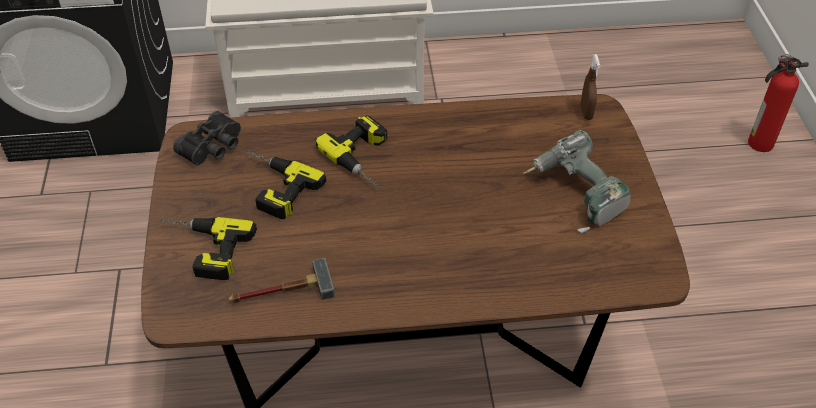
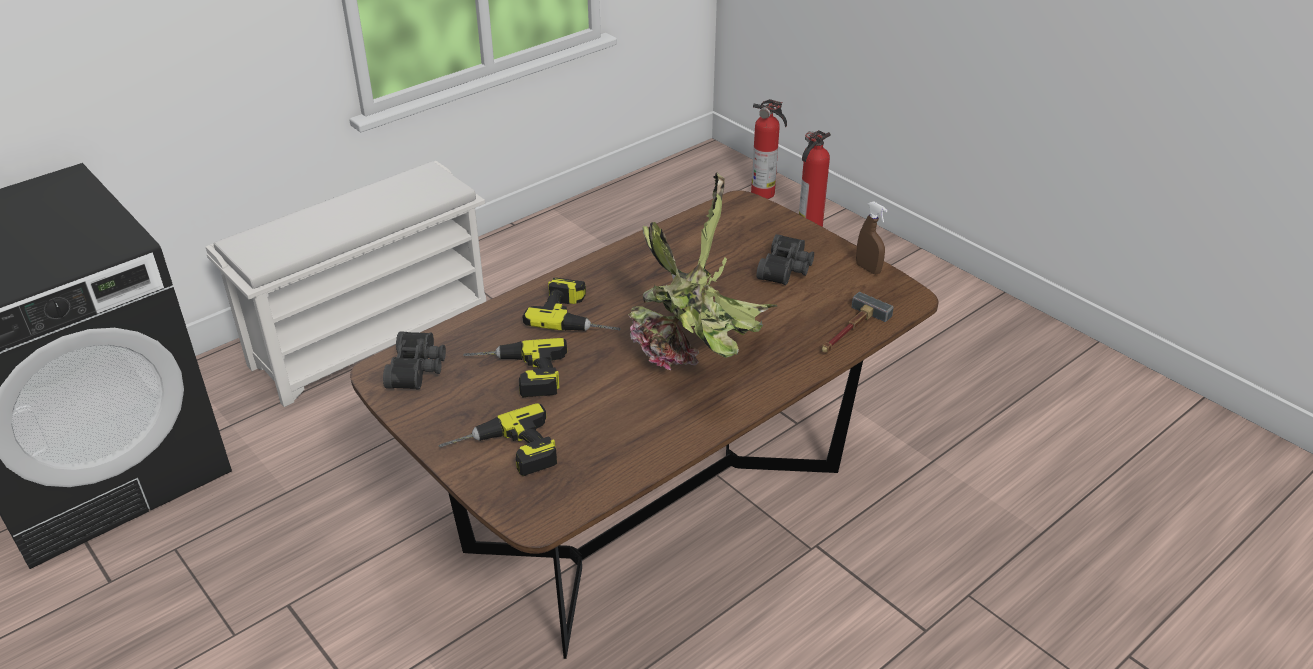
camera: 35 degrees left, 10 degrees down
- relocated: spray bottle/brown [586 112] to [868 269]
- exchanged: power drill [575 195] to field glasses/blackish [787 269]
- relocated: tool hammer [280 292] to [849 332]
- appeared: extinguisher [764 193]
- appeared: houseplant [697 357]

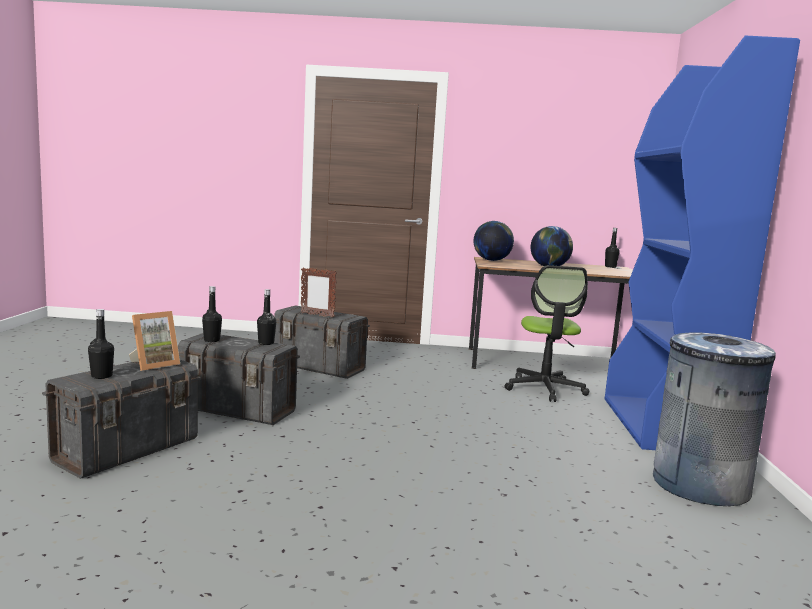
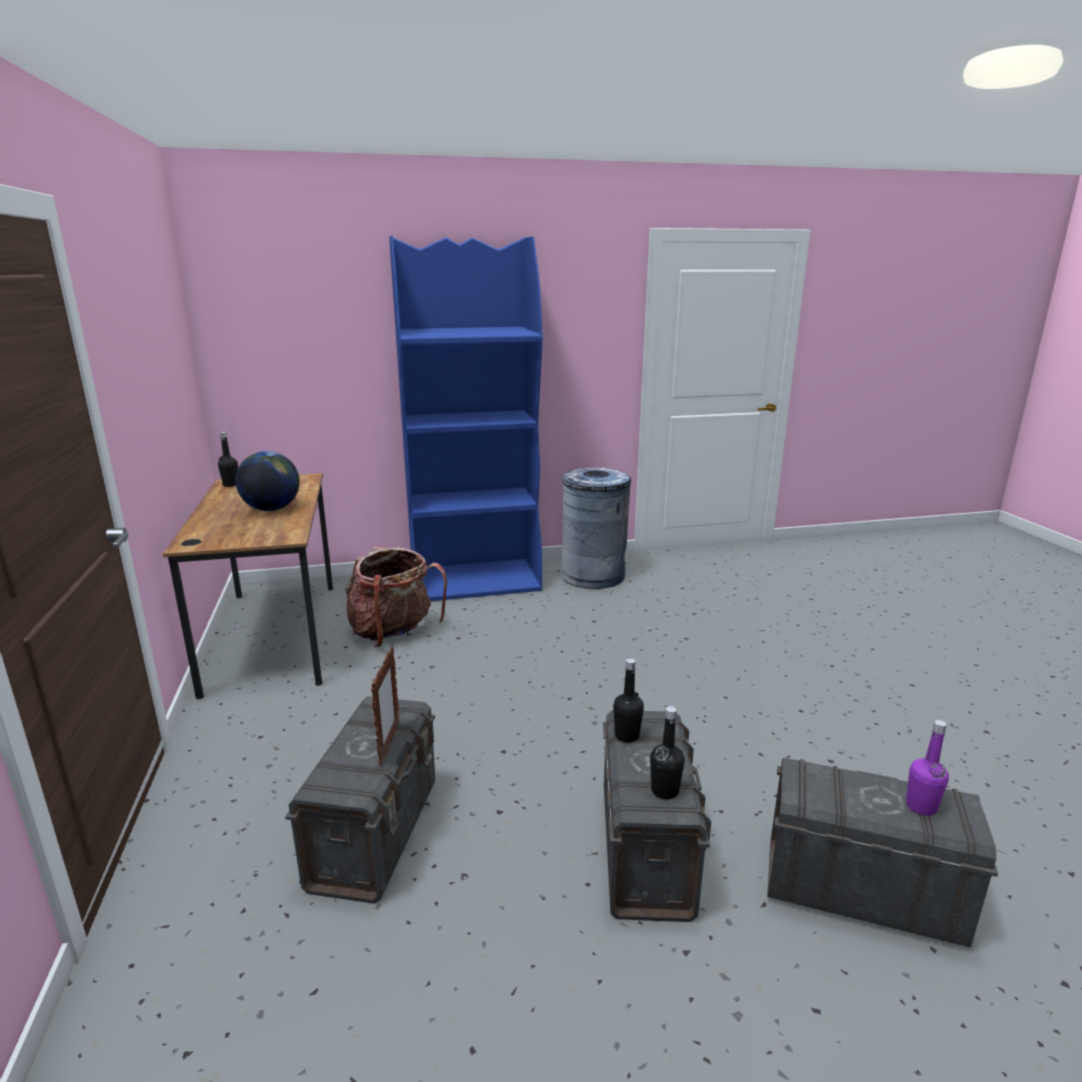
camera: 105 degrees left, 10 degrees up
- missing: globe [491 260]
- exchanged: desk chair [545 389] to rucksack [394 632]
- colour: drink bottle/blackish [101 376] to drink bottle/purple [921 806]
- missing: picture frame [154 364]

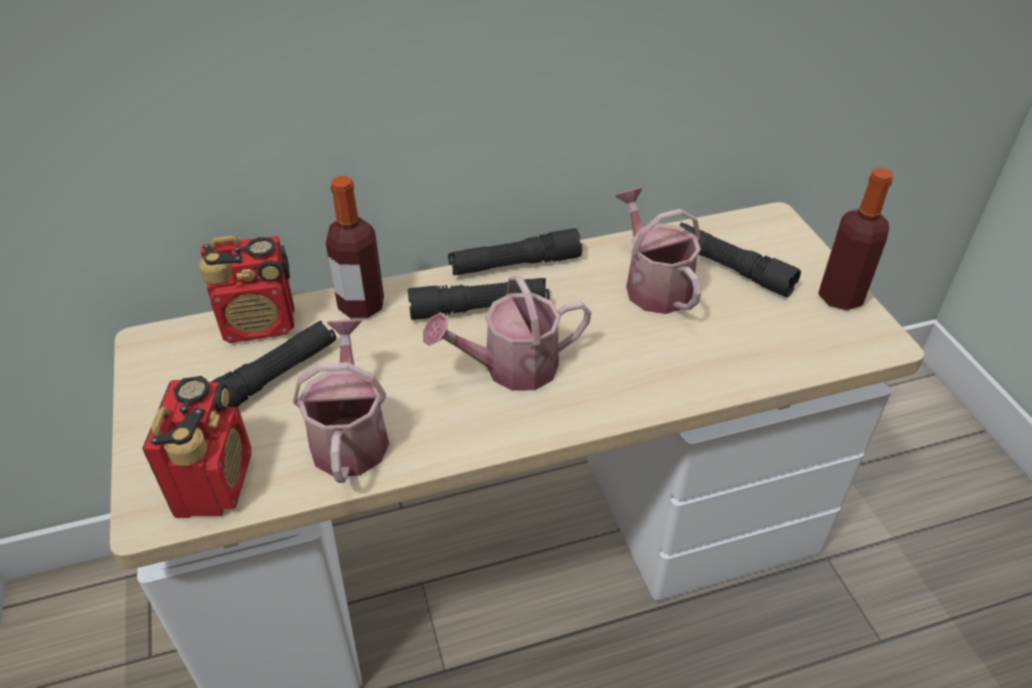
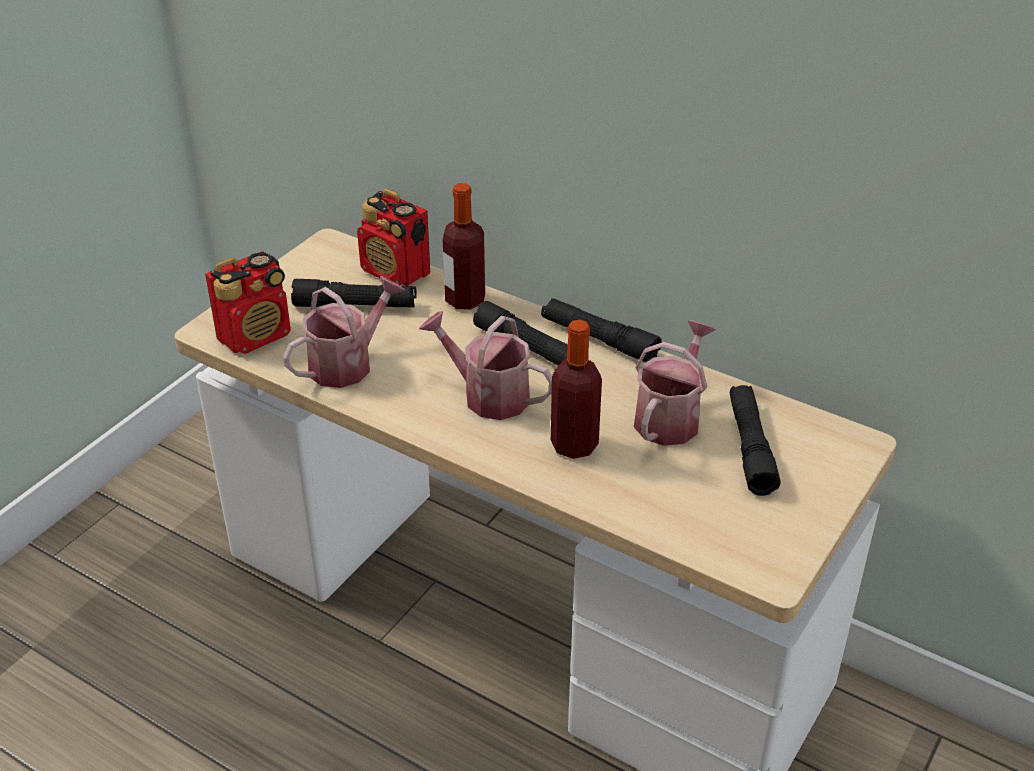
camera: 50 degrees right, 5 degrees down
- relocated: drink bottle [840 297] to [574 445]

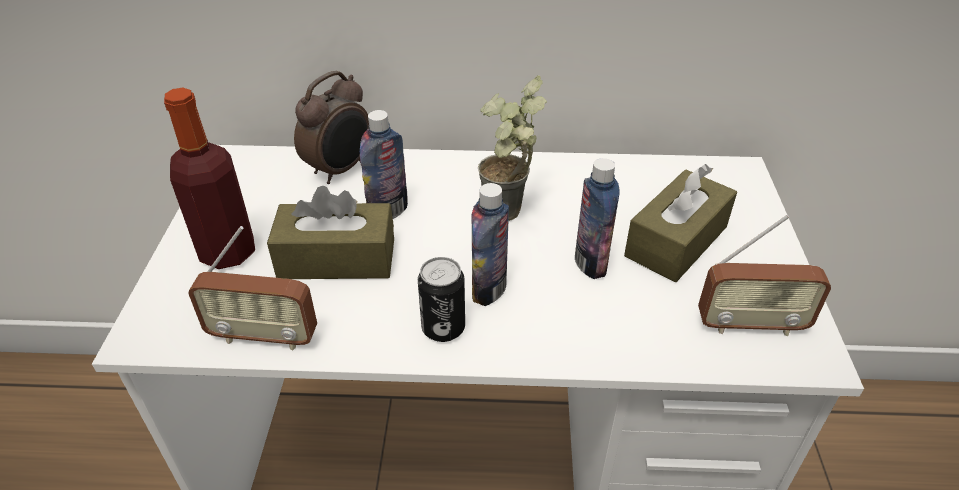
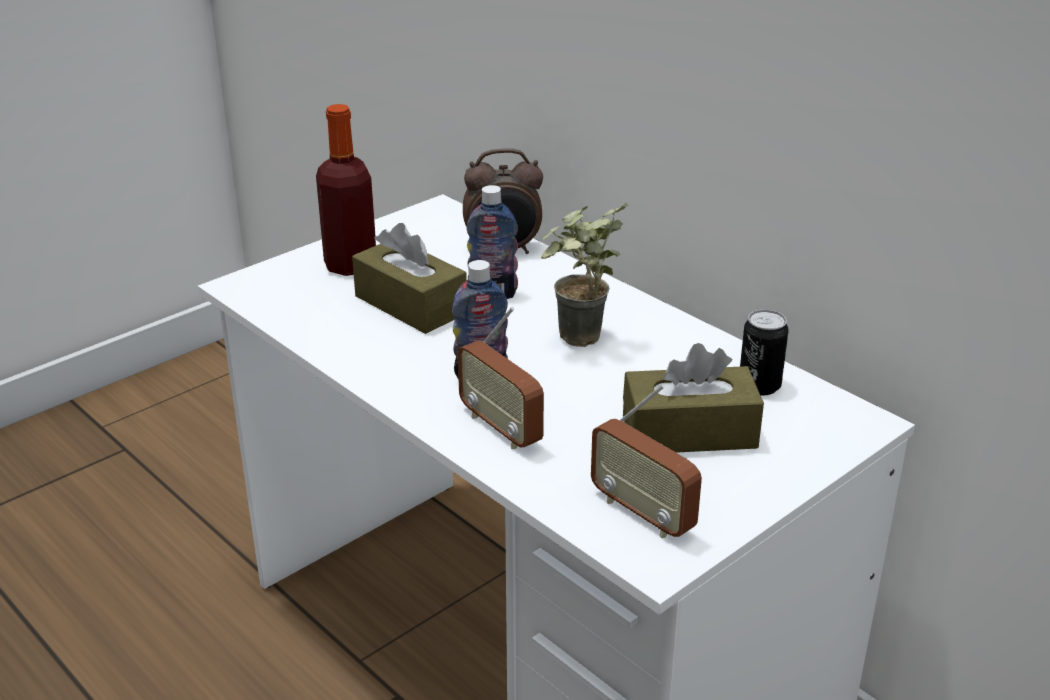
camera: 45 degrees right, 10 degrees down
- missing: drink bottle [590 263]
- relocated: radio set [264 336] to [501 428]
- relocated: can [443 328] to [759 385]

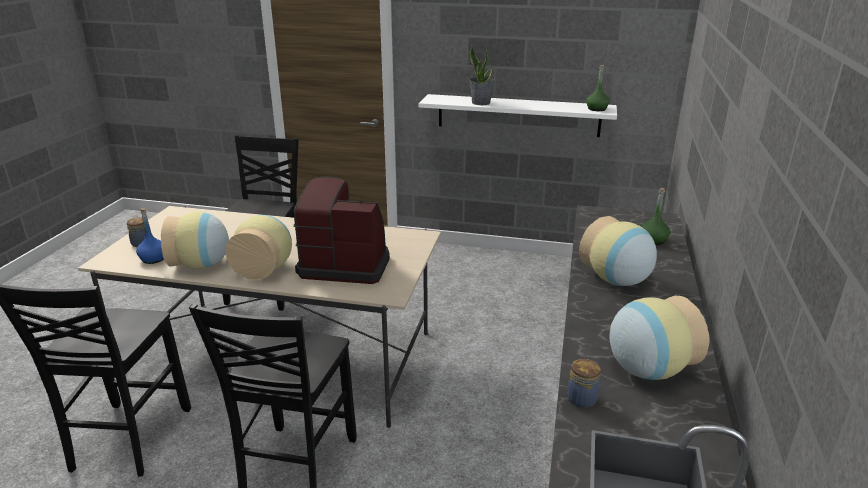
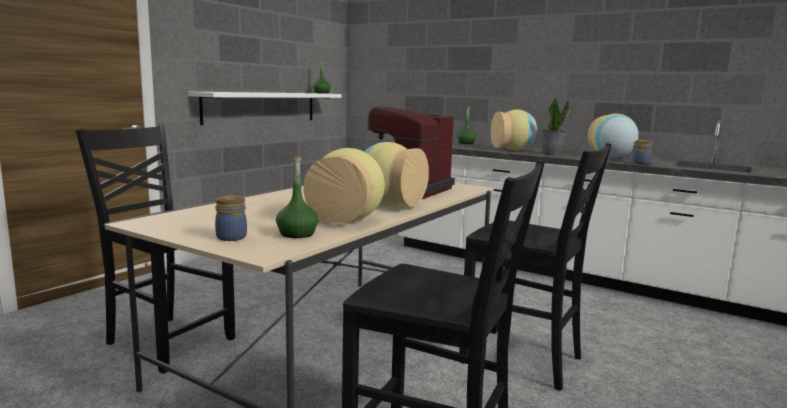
camera: 70 degrees left, 15 degrees down
- relocated: houseplant [481 103] to [551 154]
- colour: drink bottle/blue-coloured [154 259] to drink bottle/green [297 234]

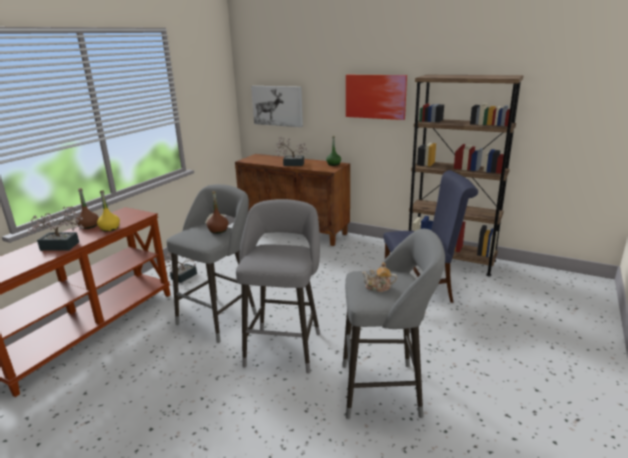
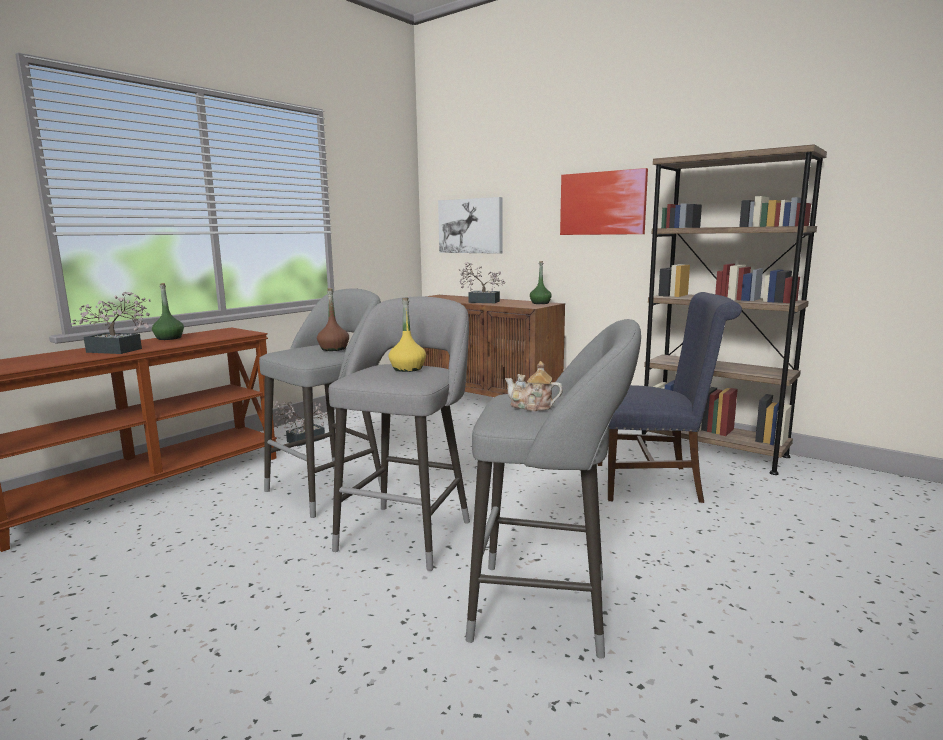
camera: 10 degrees right, 10 degrees down
- colour: drink bottle/brown [89 226] to drink bottle/green [169 338]
- relocated: drink bottle/yellow-coloured [110 228] to [407 368]

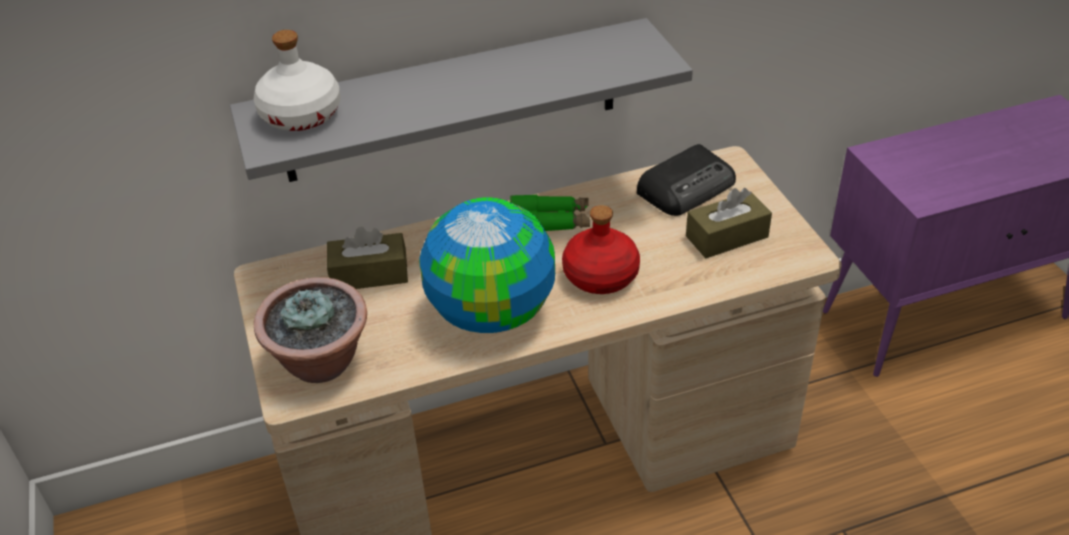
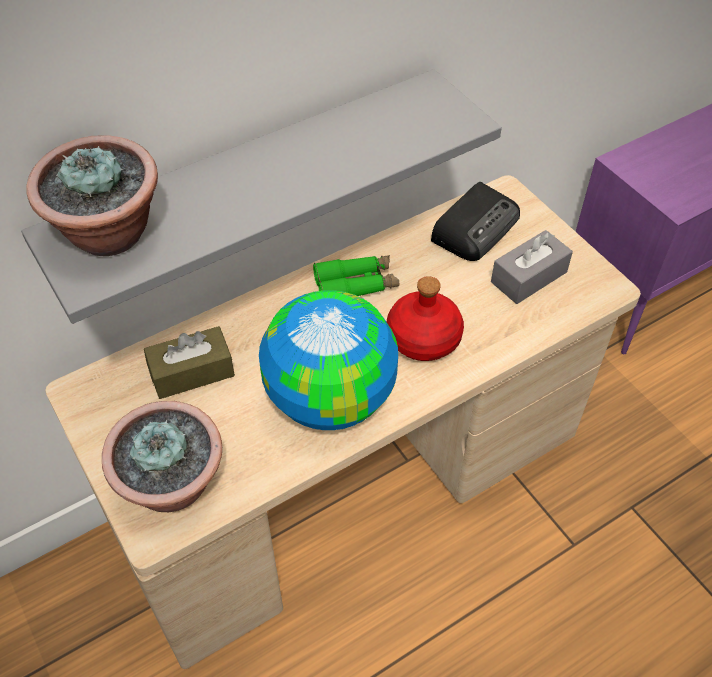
camera: 15 degrees left, 10 degrees up
- exchanged: drink bottle/white [302 115] to houseplant [109 235]
- colour: tissue box/brown [727 237] to tissue box/greyish [529 277]

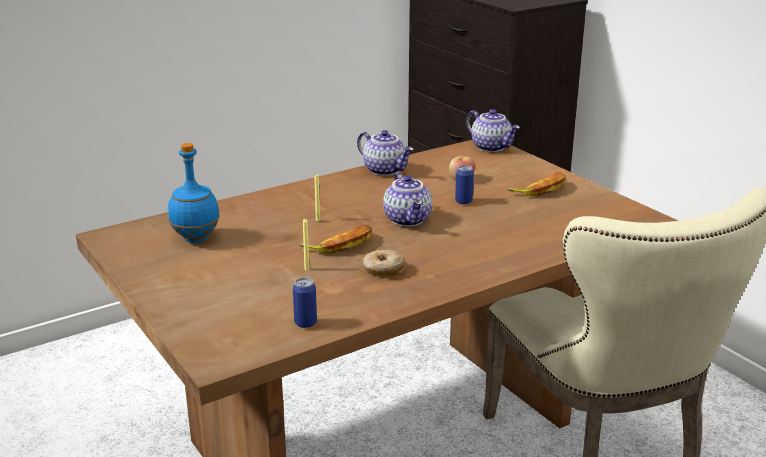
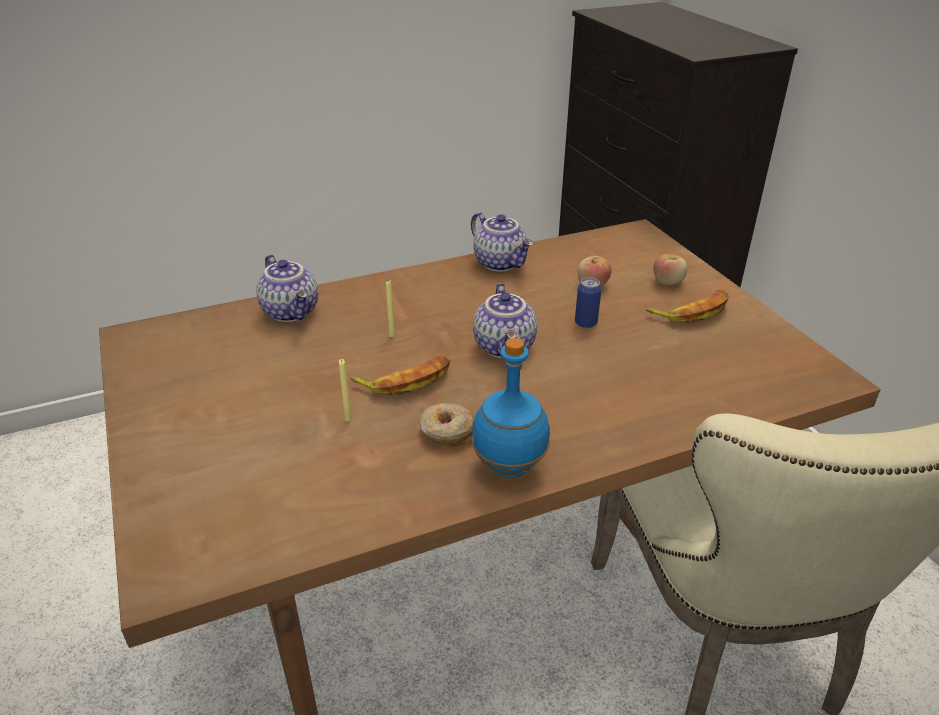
camera: 10 degrees right, 10 degrees up
- relocated: pot for tea [492 147] to [292 311]
- relocated: drink bottle/blue-coloured [195 239] to [509 468]
- missing: can [305 323]
- appeared: apple fruit [668 282]

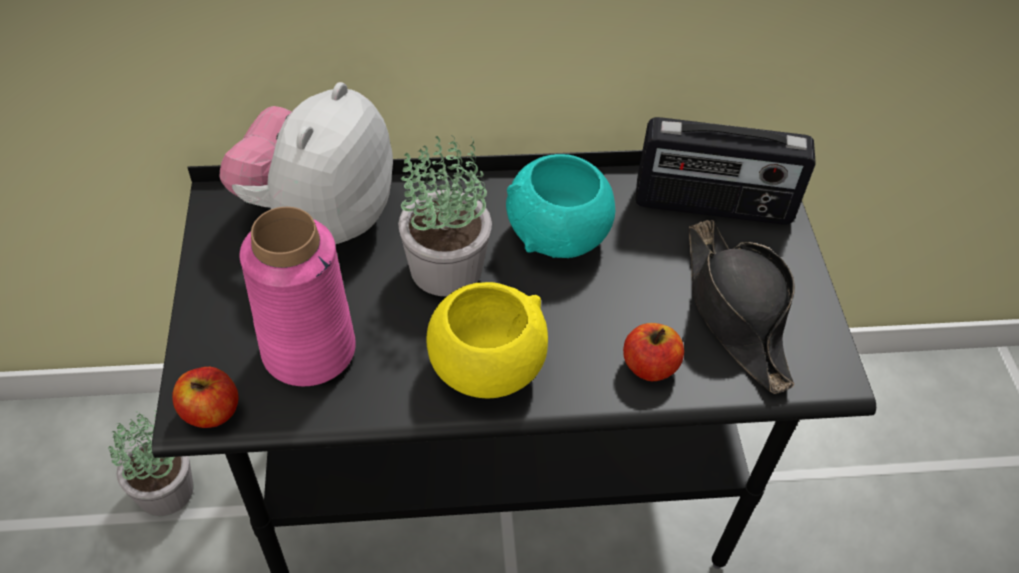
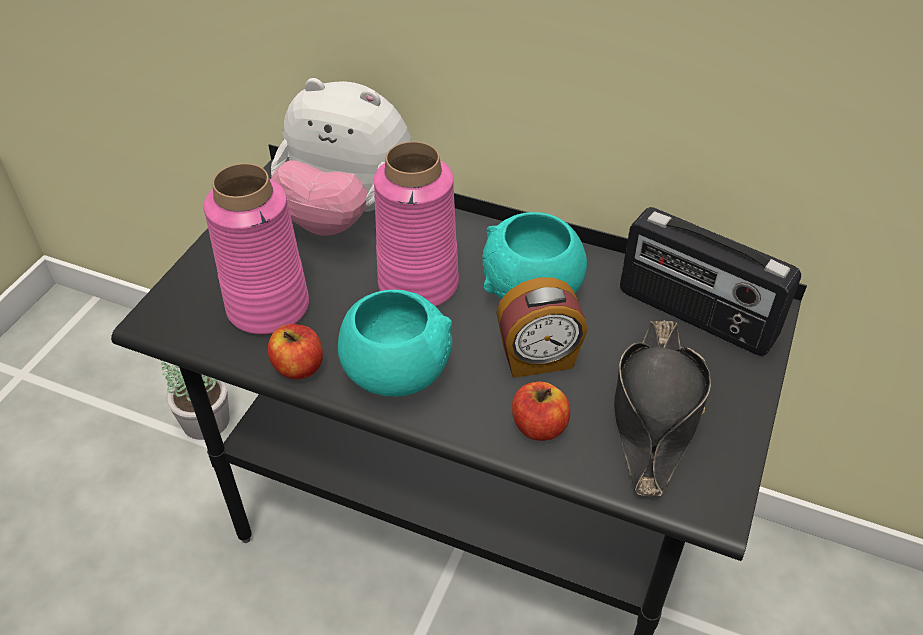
camera: 30 degrees right, 5 degrees down
- spun: soft toy [319 217] = [345 213] 120 degrees counterclockwise
- exchanged: houseplant [446 266] to flower vase/pink-coloured [418 283]
- colour: serving bowl/yellow-coloured [485 367] to serving bowl/blue-green [395 372]
- relocated: apple fruit [211 411] to [299 367]
- appeared: table clock [538 359]

